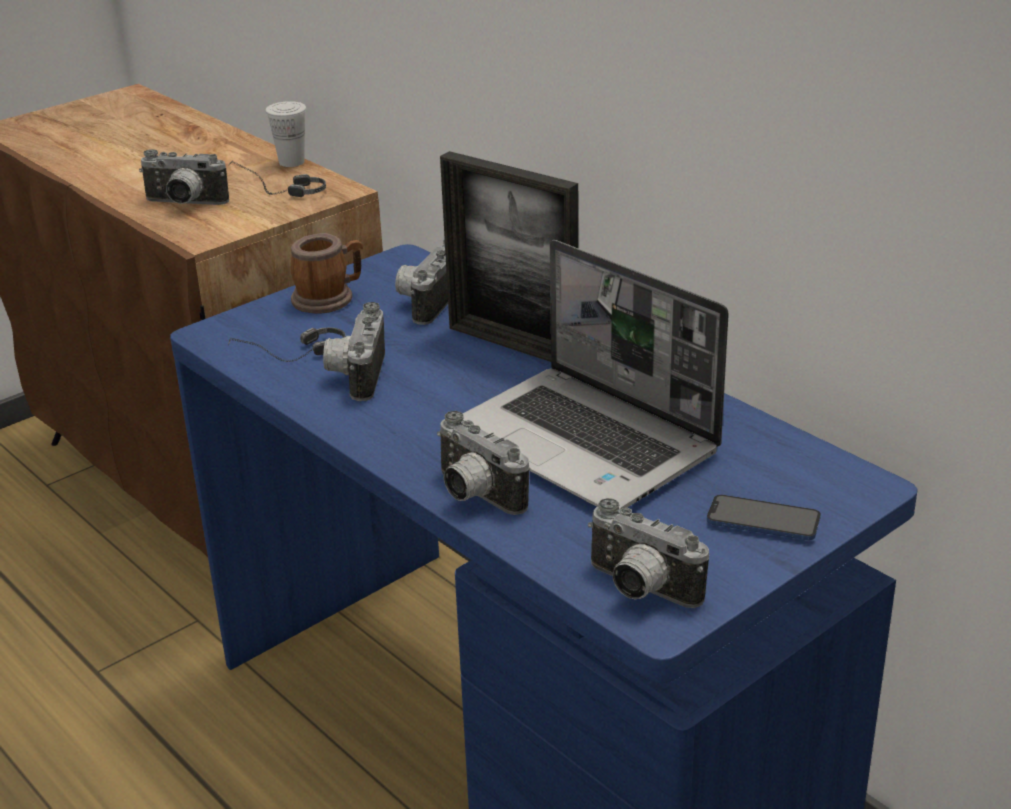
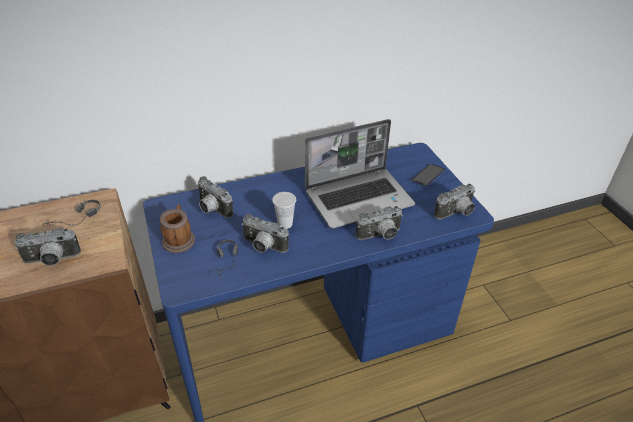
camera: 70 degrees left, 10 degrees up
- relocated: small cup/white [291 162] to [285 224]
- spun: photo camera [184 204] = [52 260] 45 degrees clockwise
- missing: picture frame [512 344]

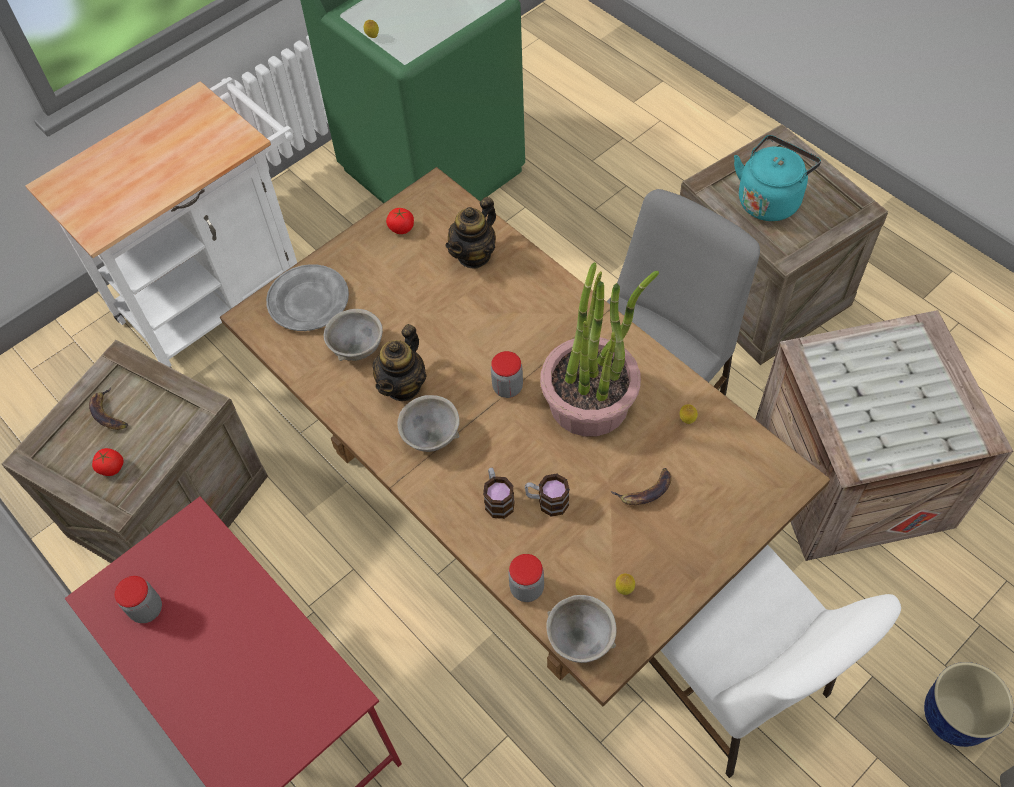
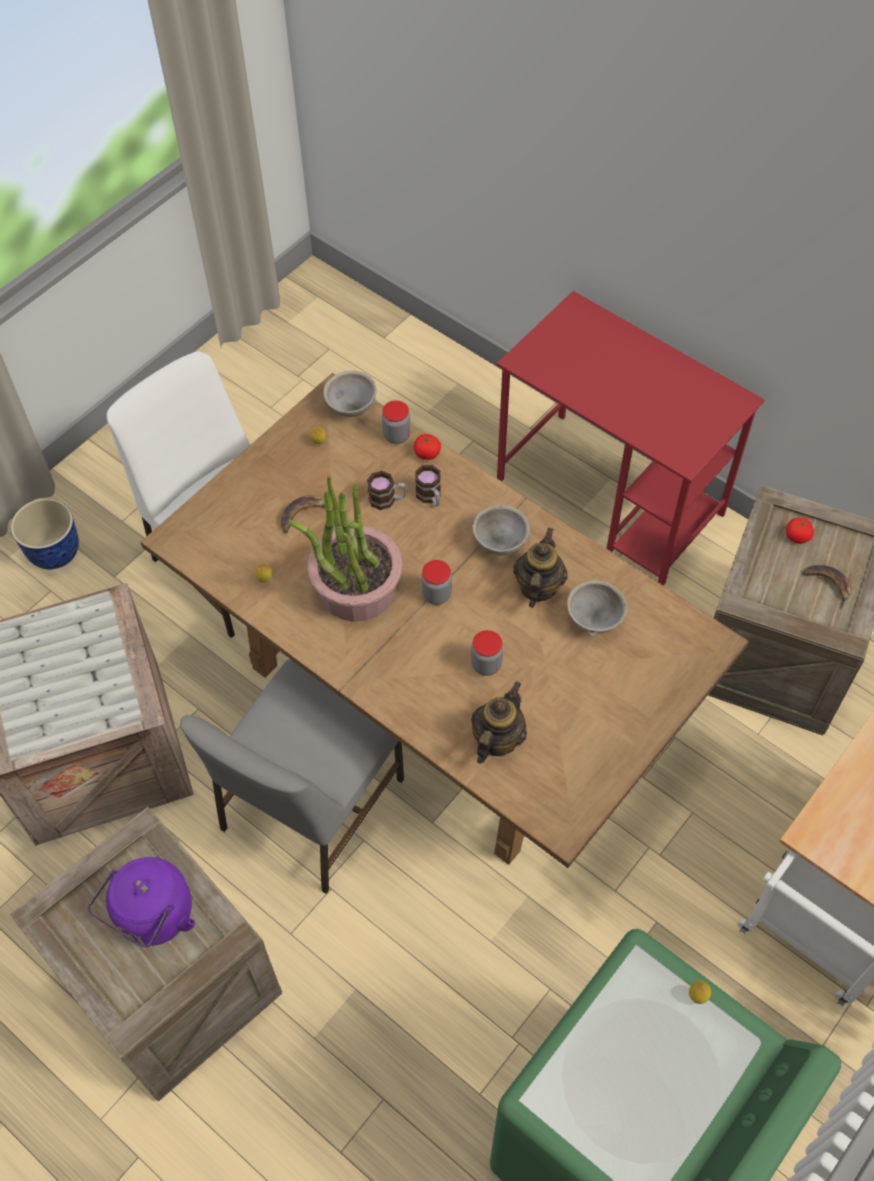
camera: 170 degrees right, 0 degrees up
- colour: kettle/blue-green [769 199] to kettle/purple [152 918]
- relocated: fresh tomato [401 228] to [427 454]
- missing: dinner plate/greyish [309 301]
- relocated: storage jar [147 609] to [486 664]

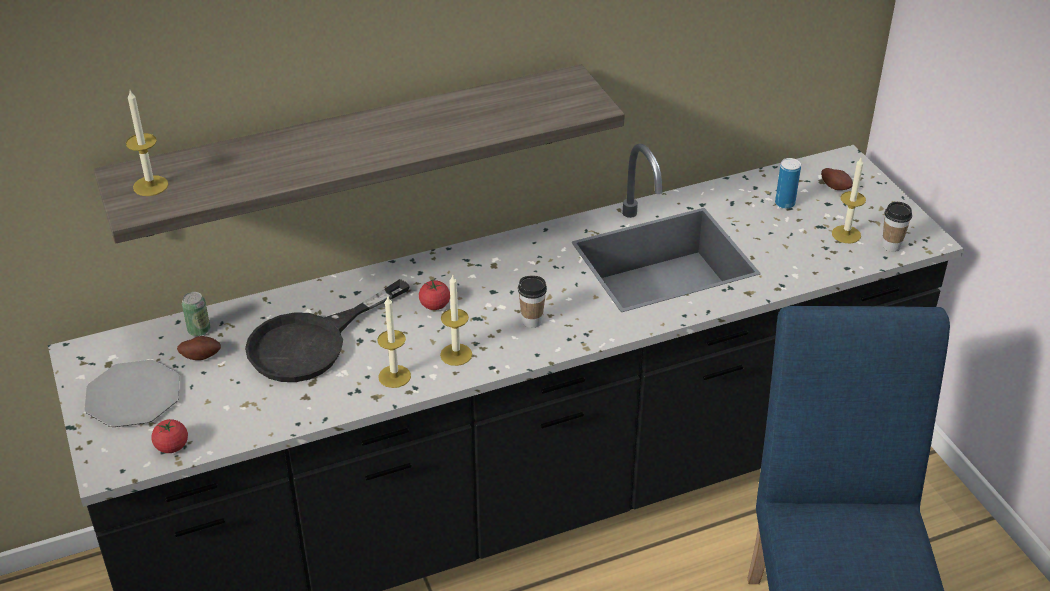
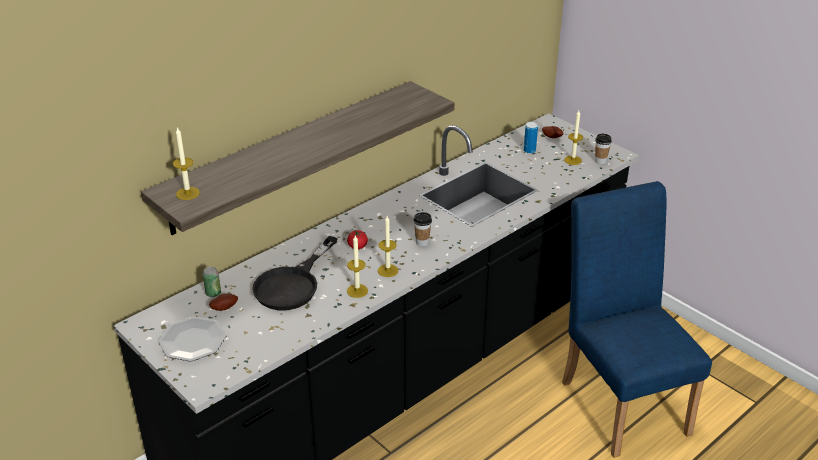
camera: 20 degrees left, 5 degrees down
- missing: fresh tomato [172 446]

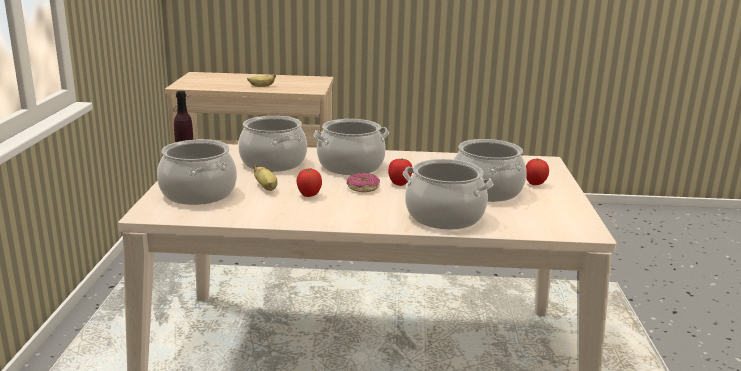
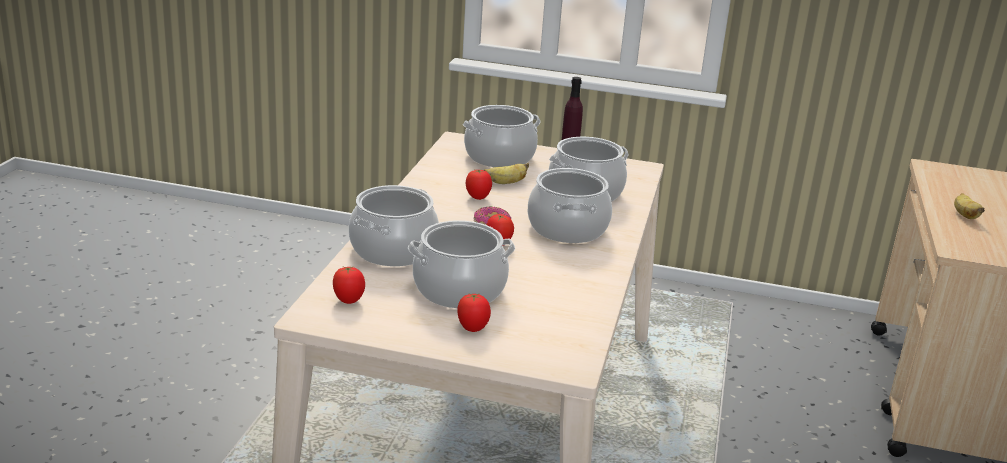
camera: 100 degrees right, 5 degrees up
- appeared: fresh tomato [349 301]

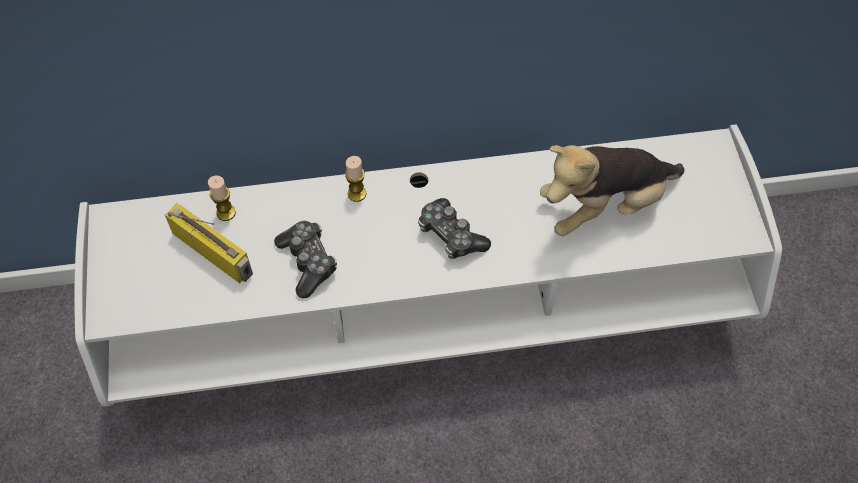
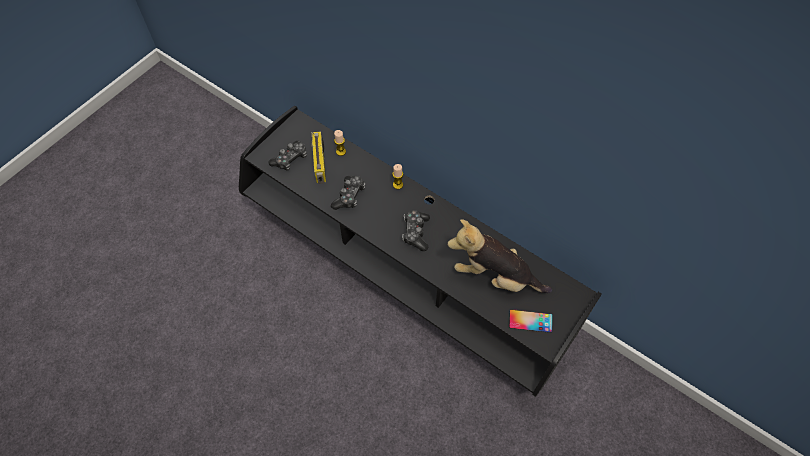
camera: 45 degrees right, 0 degrees up
- colour: media console/white [430 321] to media console/blackish [405 273]
- appeared: gamepad [290 159]
- appeared: phone [530 321]

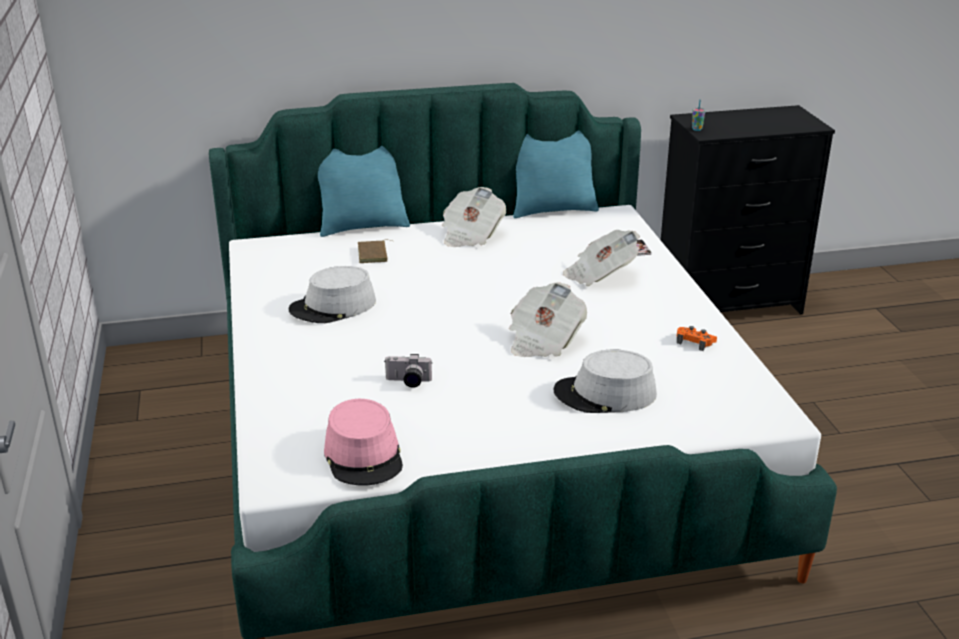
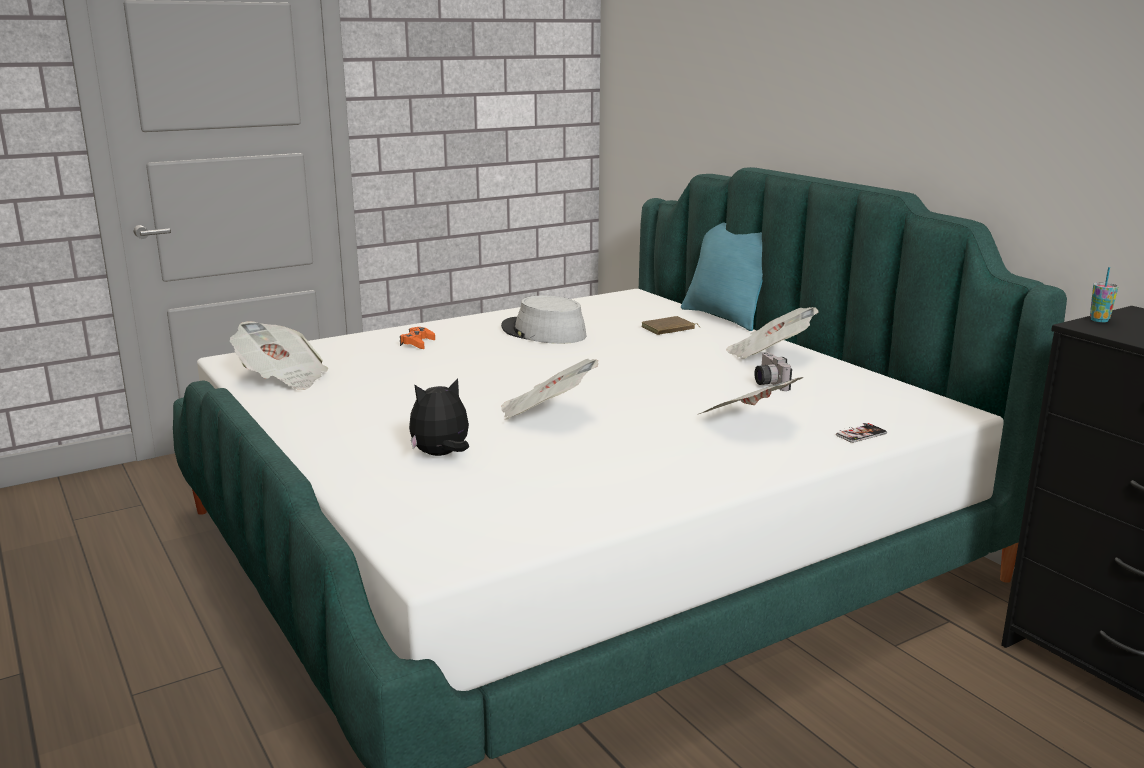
camera: 70 degrees right, 10 degrees down
- missing: throw pillow/blue-green [553 210]
- relocated: gamepad/orange [695 342] to [417 343]
- exchanged: hat/greyish [605 394] to soft toy [441 455]
- relocated: photo camera [408 382] to [767 383]
- exchanged: hat/pink-coloured [364 455] to daily paper [282 378]

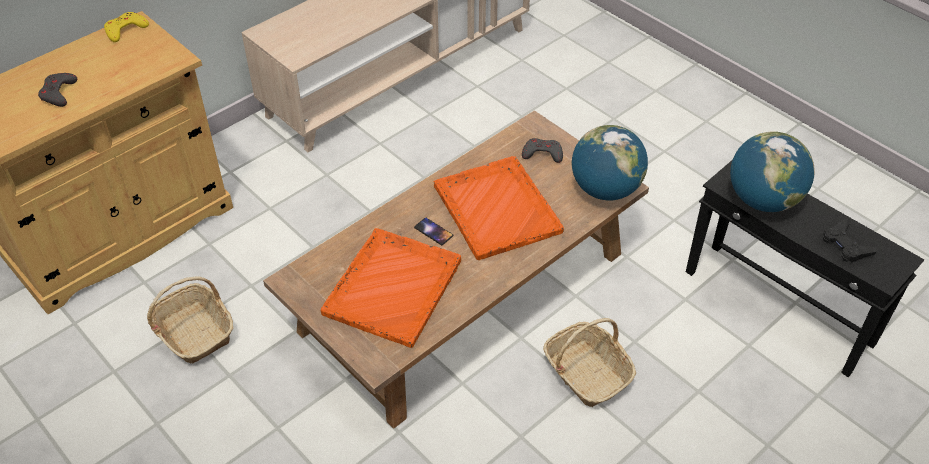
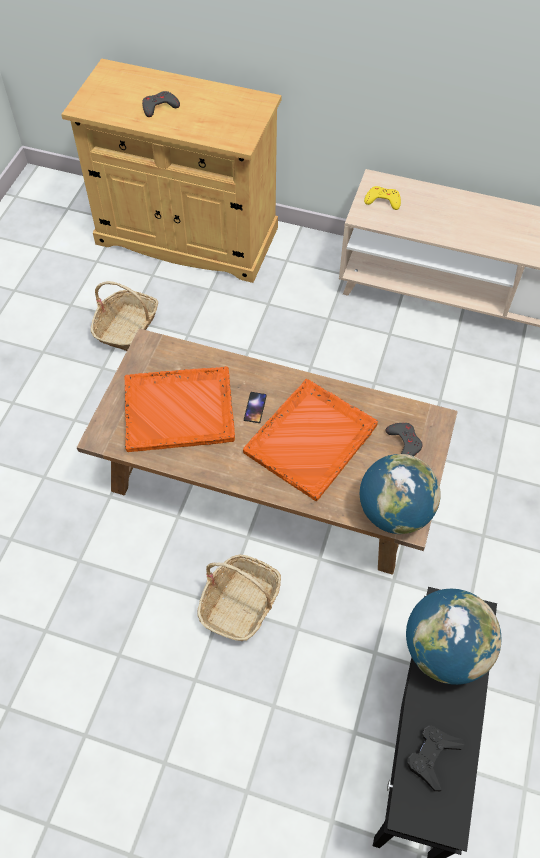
camera: 60 degrees right, 10 degrees up
- relocated: gamepad/yellow-coloured [125 30] to [382 200]

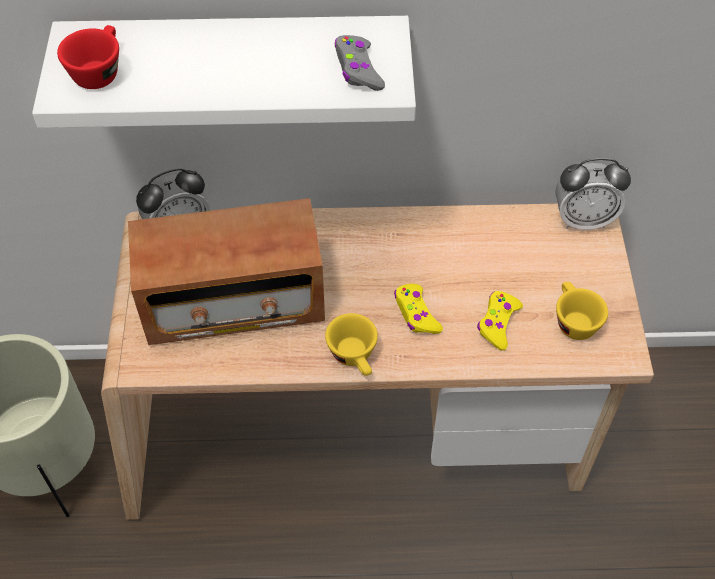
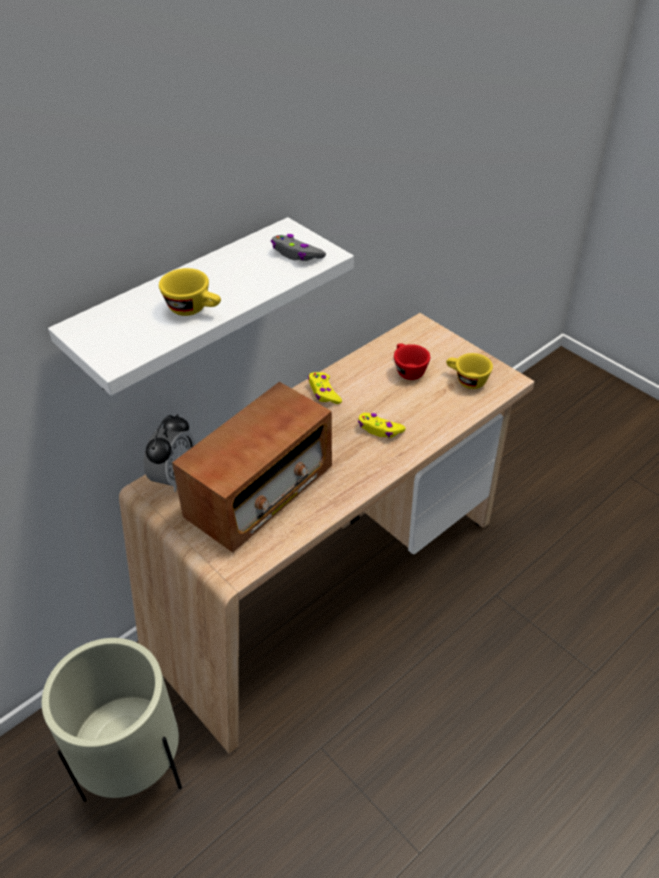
camera: 40 degrees left, 10 degrees down
- relocated: small cup/red-coloured [99 71] to [407 370]
- missing: table clock [583 219]
- relocated: gamepad/yellow-coloured [498 323] to [323 392]
- relocated: small cup/yellow-coloured [355 358] to [194 309]

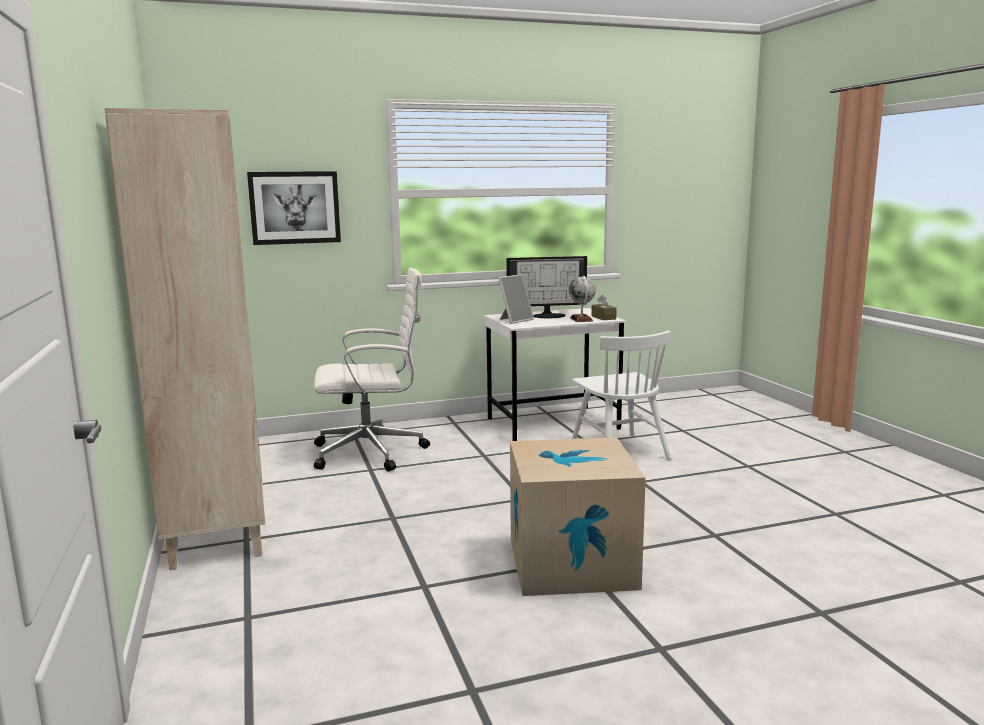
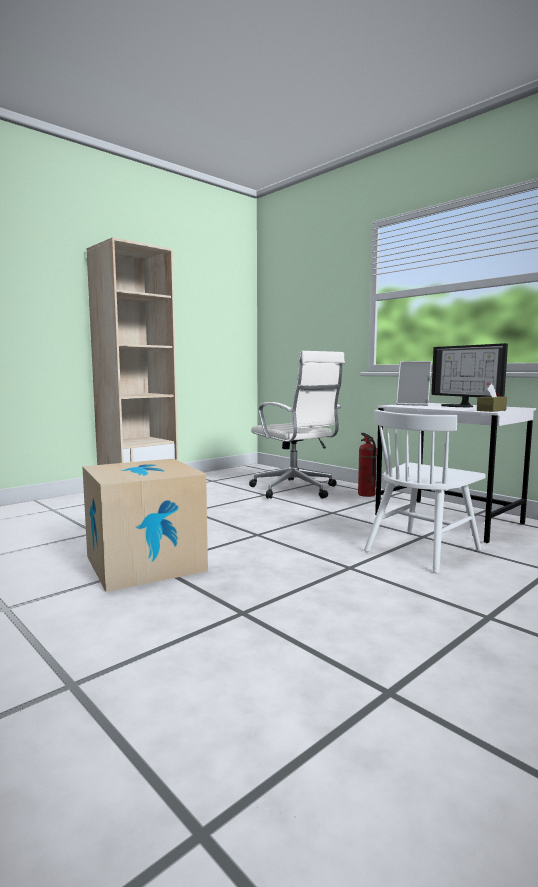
camera: 65 degrees right, 5 degrees down
- missing: picture [295 207]
- missing: globe [581 319]
- appeared: extinguisher [366 494]

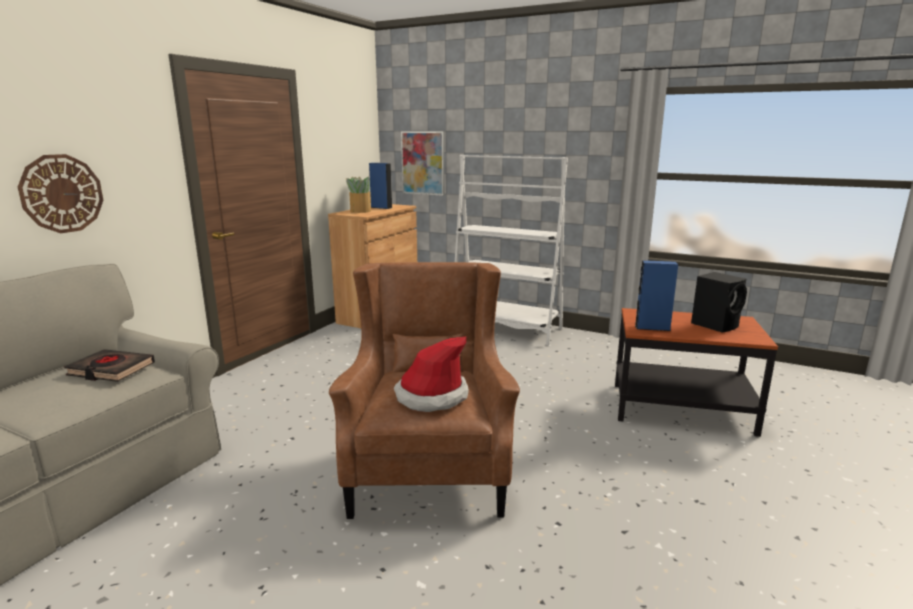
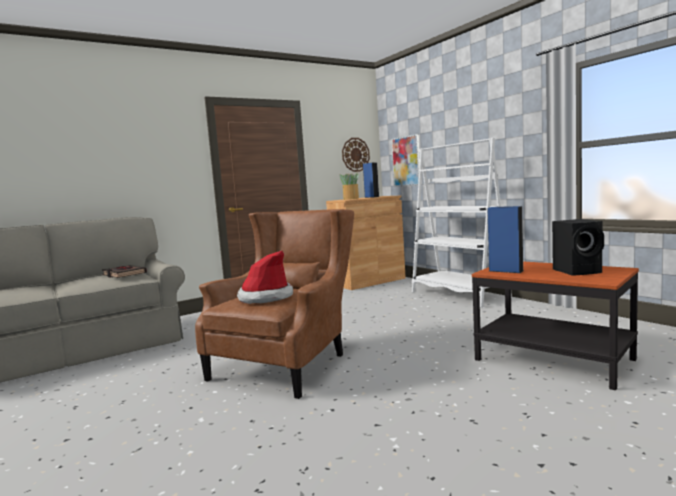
camera: 30 degrees right, 10 degrees down
- relocated: wall clock [62 193] to [355 154]

